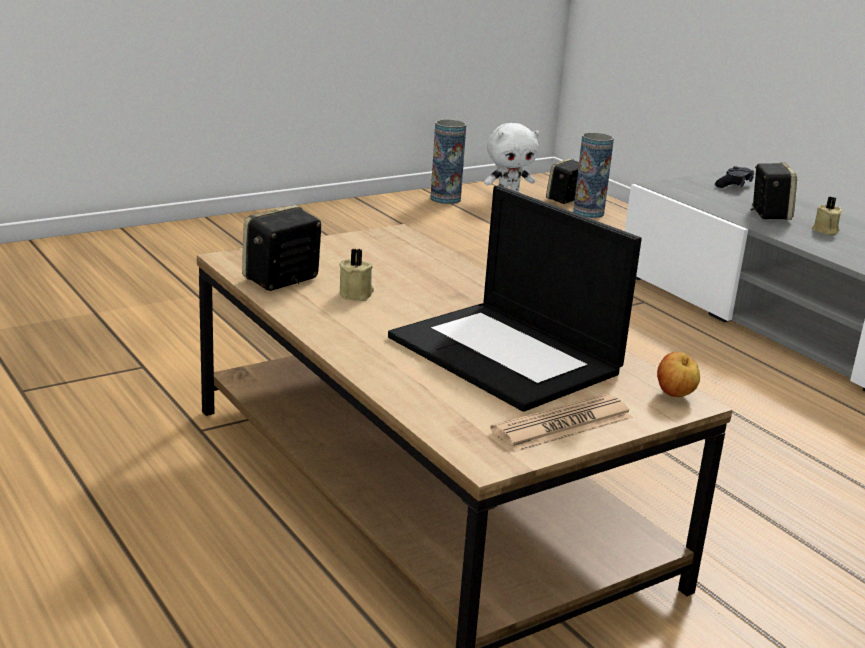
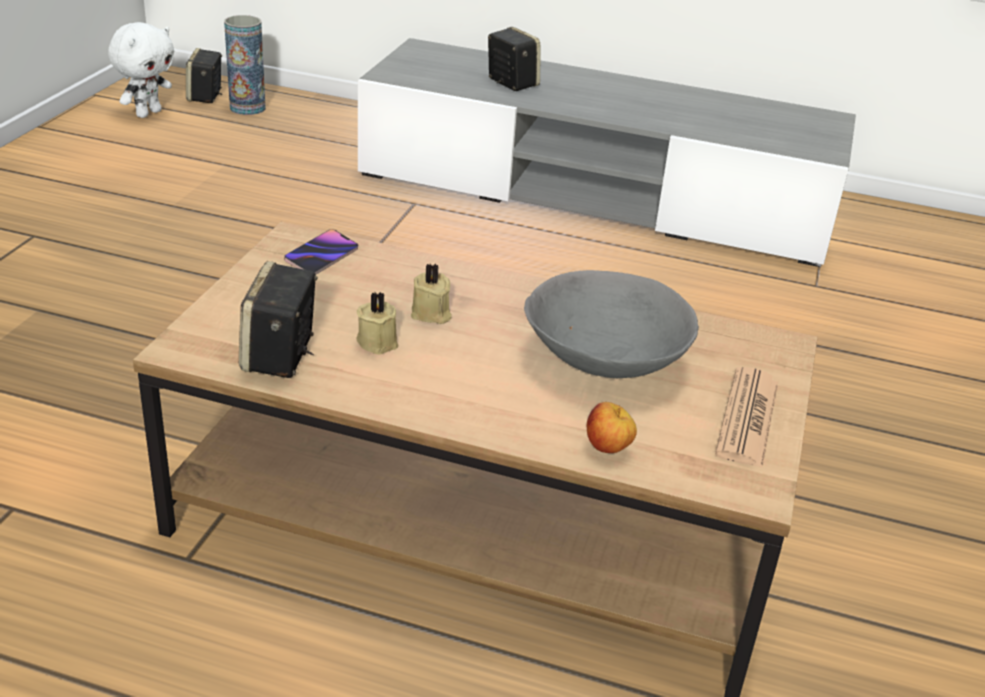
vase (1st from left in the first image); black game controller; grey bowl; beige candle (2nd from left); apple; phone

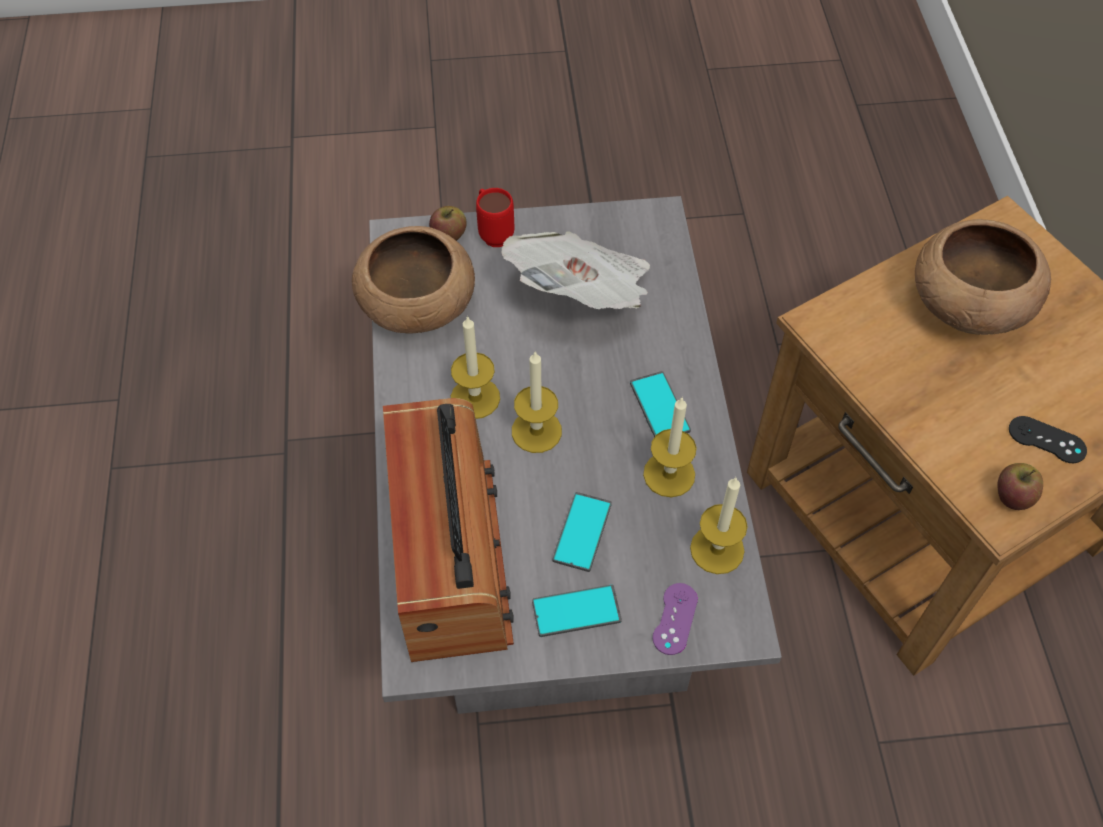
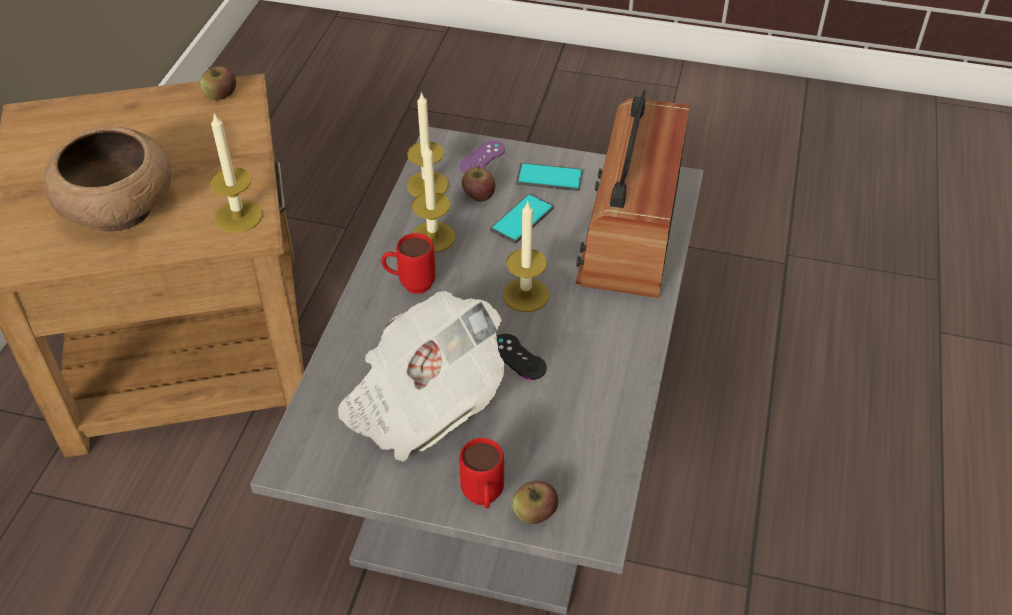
brown bowl (1st from left in the first image); candle (1st from left); red mug (1st from left); black game controller; apple (2nd from left)

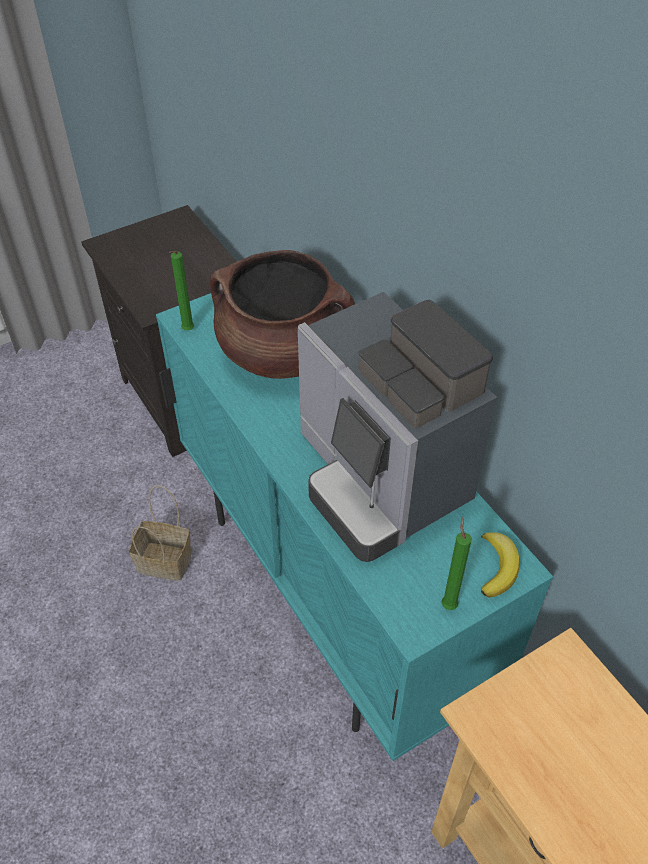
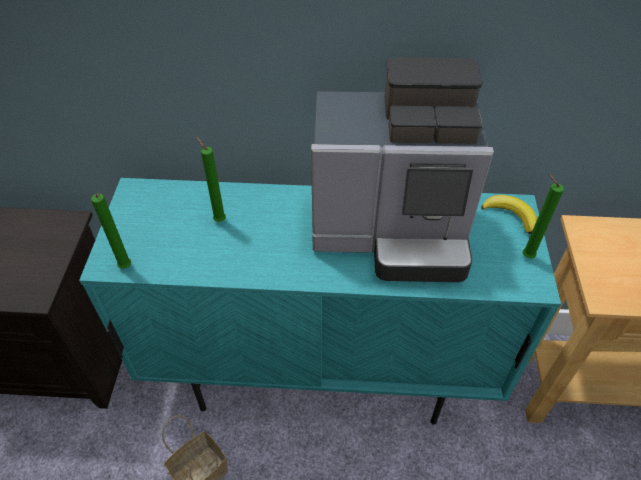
green candle (2nd from left)

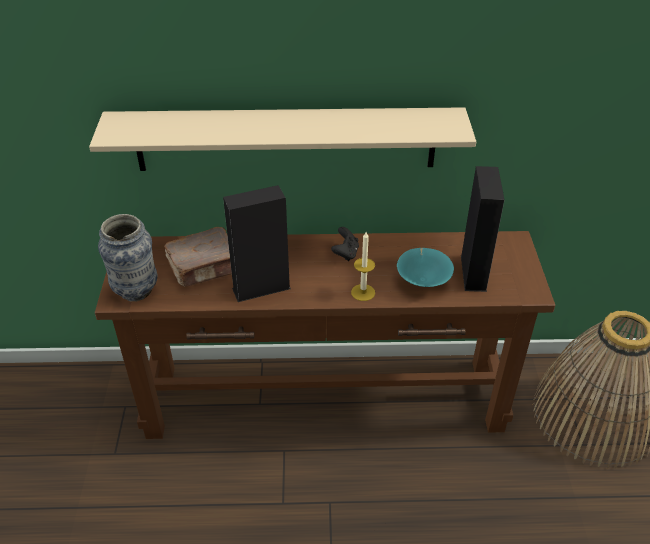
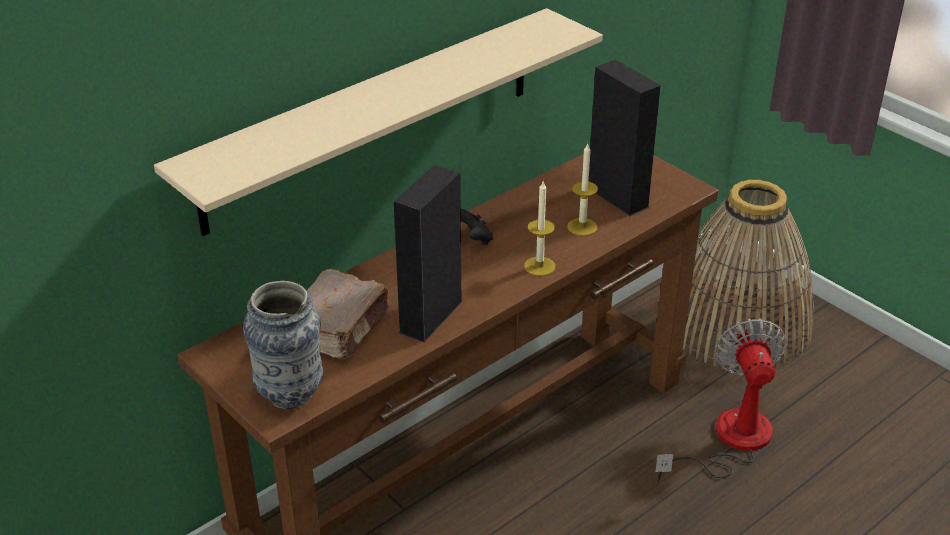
candle (2nd from left); fan

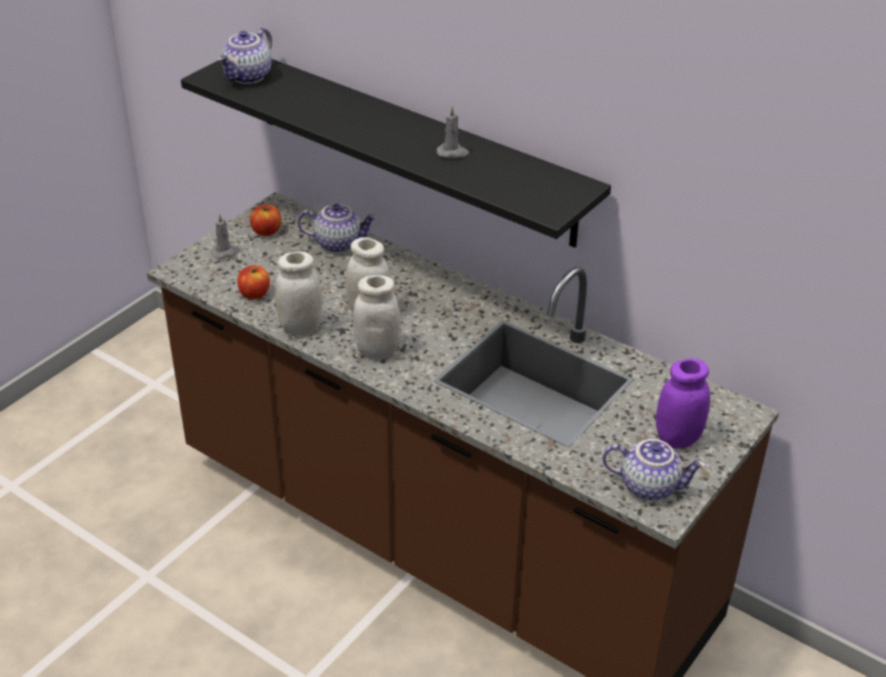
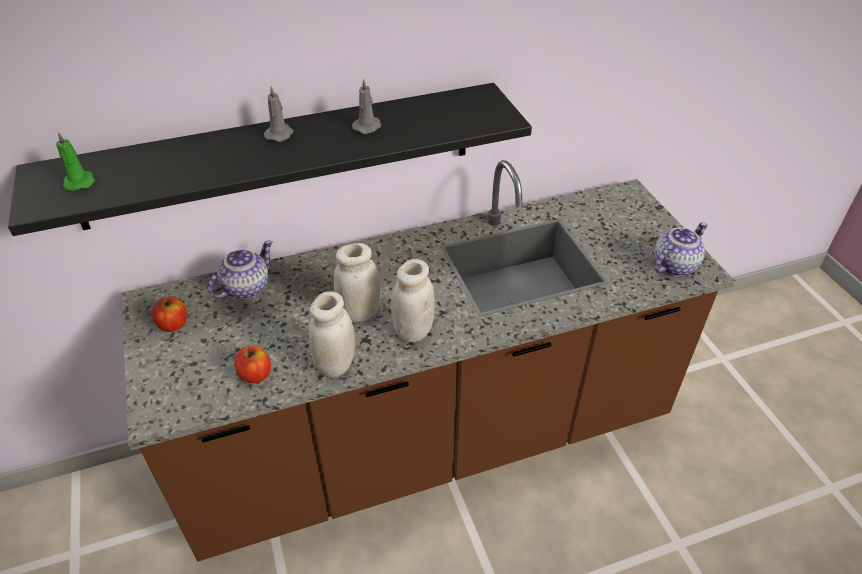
green candle; grey candle (1st from left); purple jar

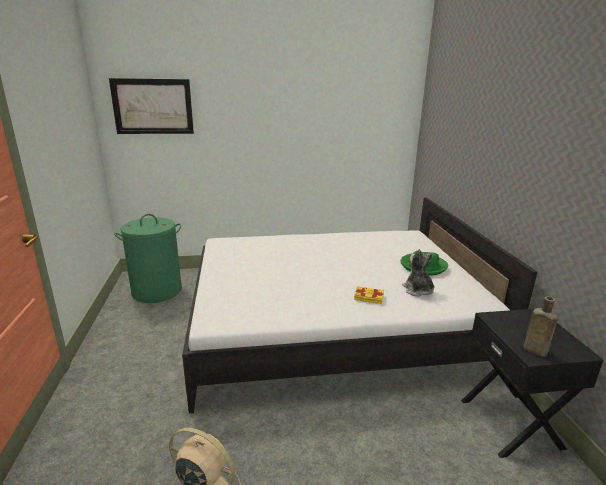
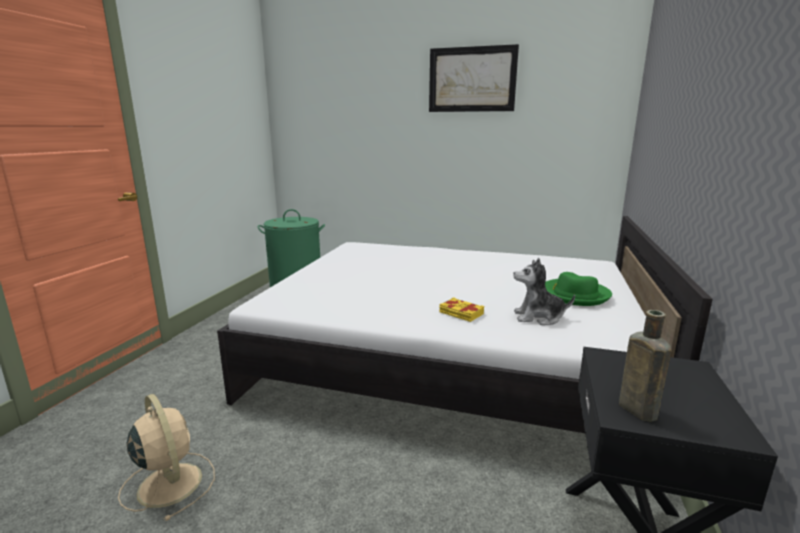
picture; plush toy

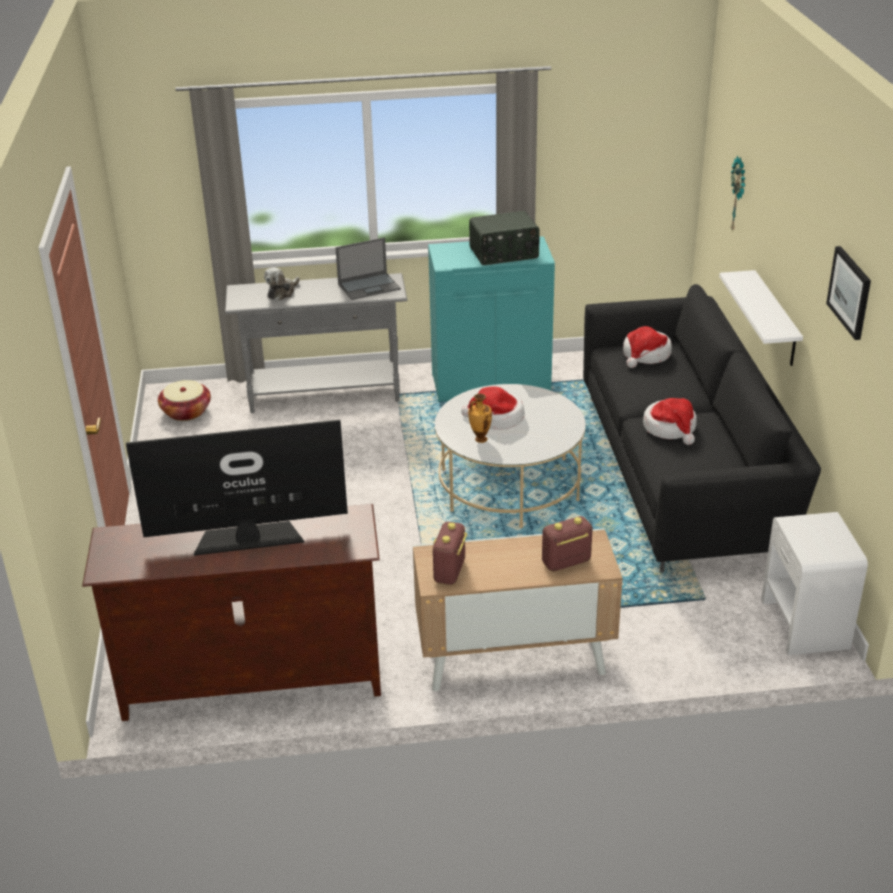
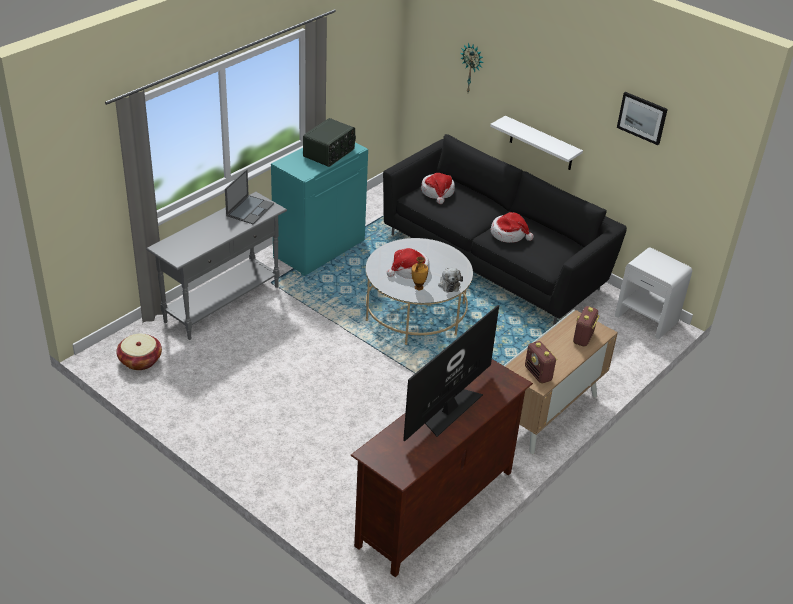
plush toy

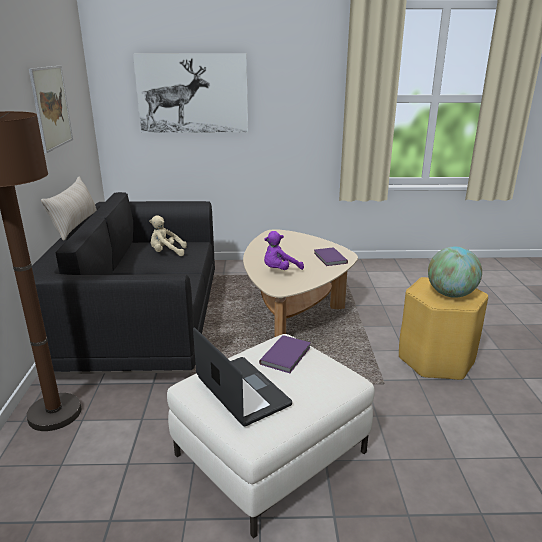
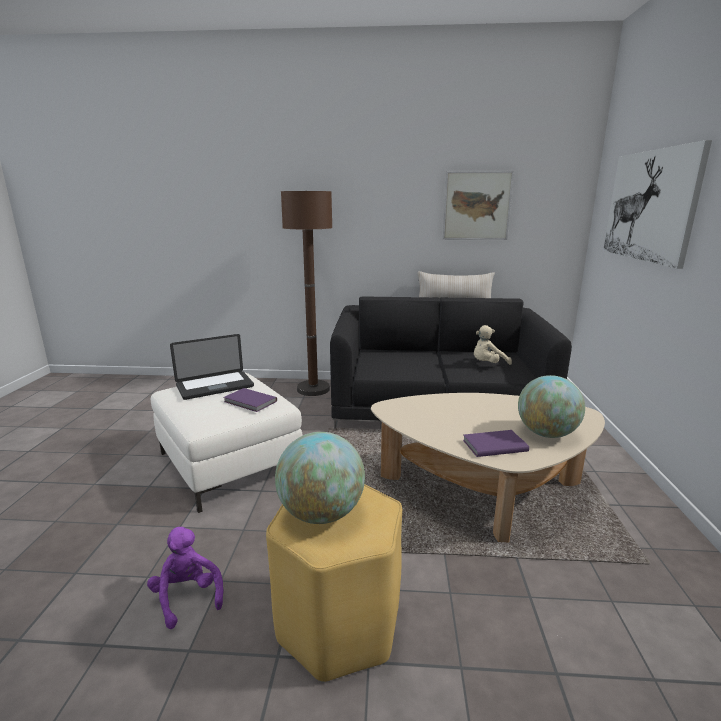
beige plush toy; purple plush toy; globe (2nd from left)

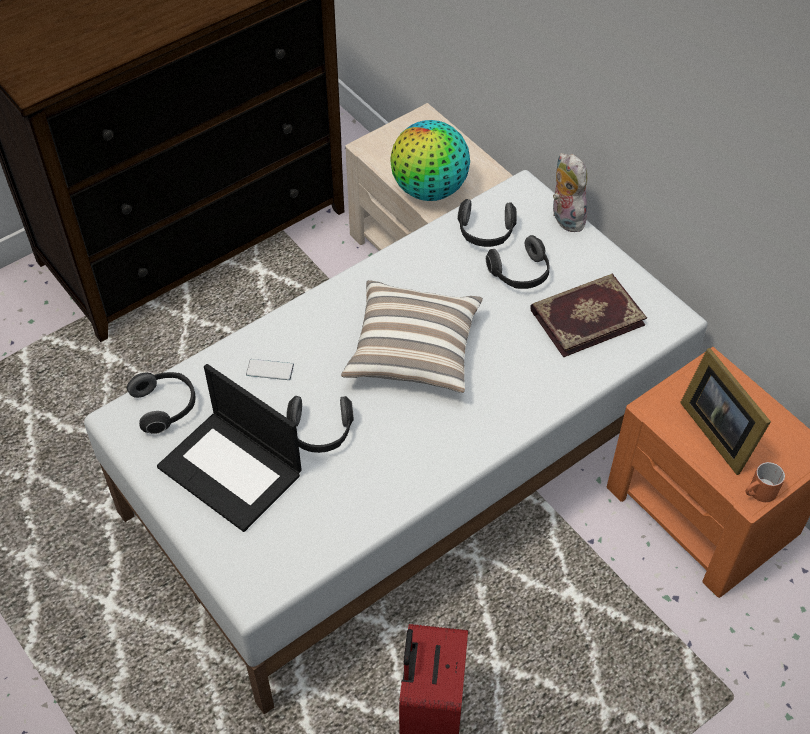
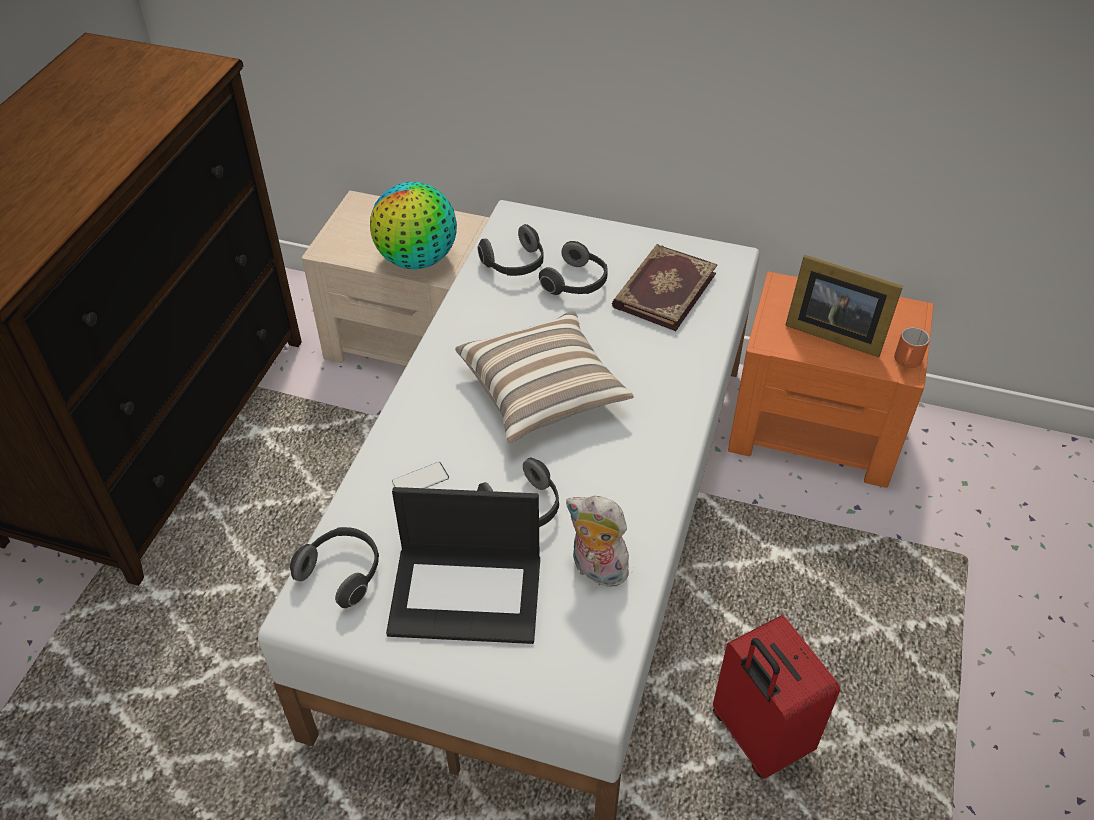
plush toy

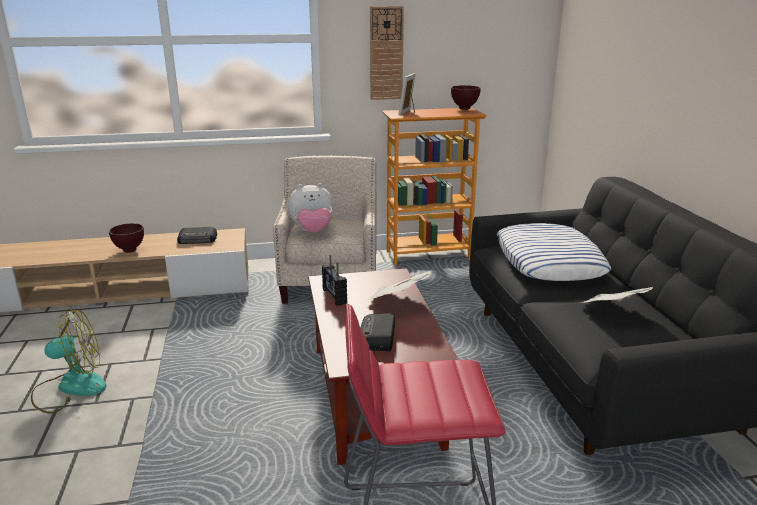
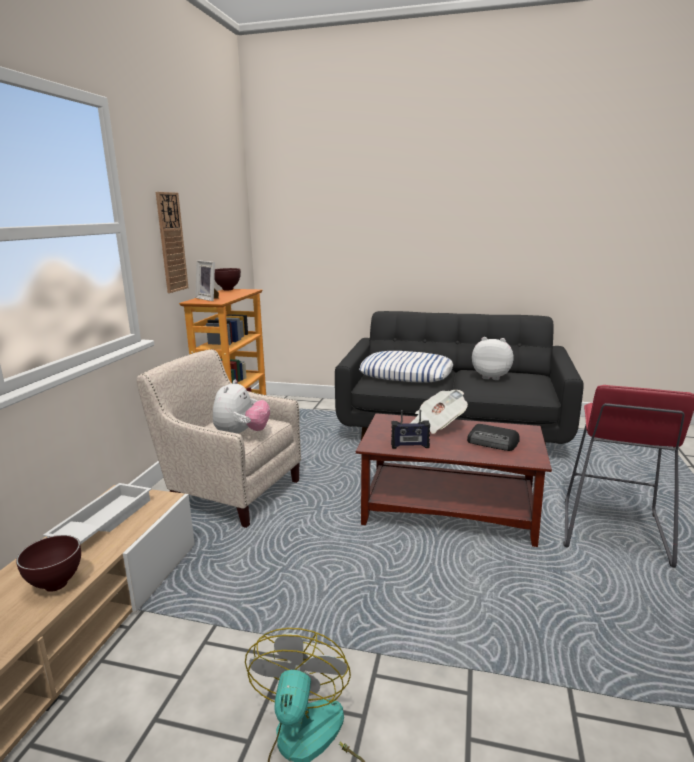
white tray; plush toy (2nd from left)

